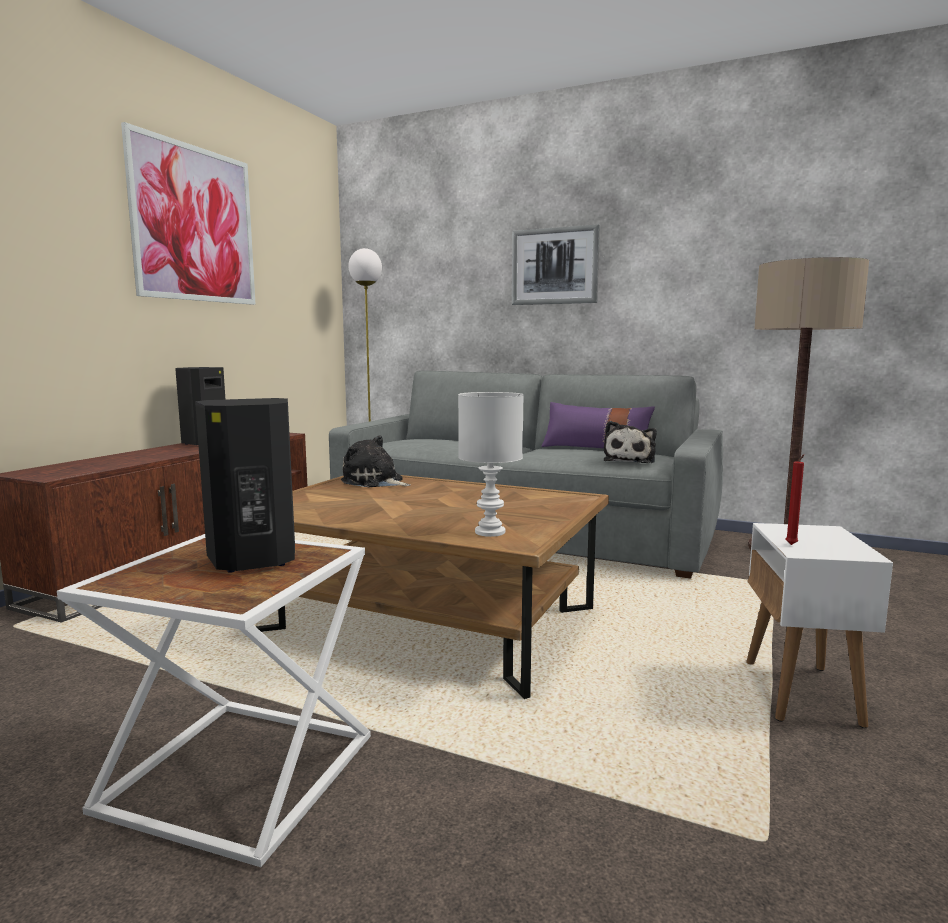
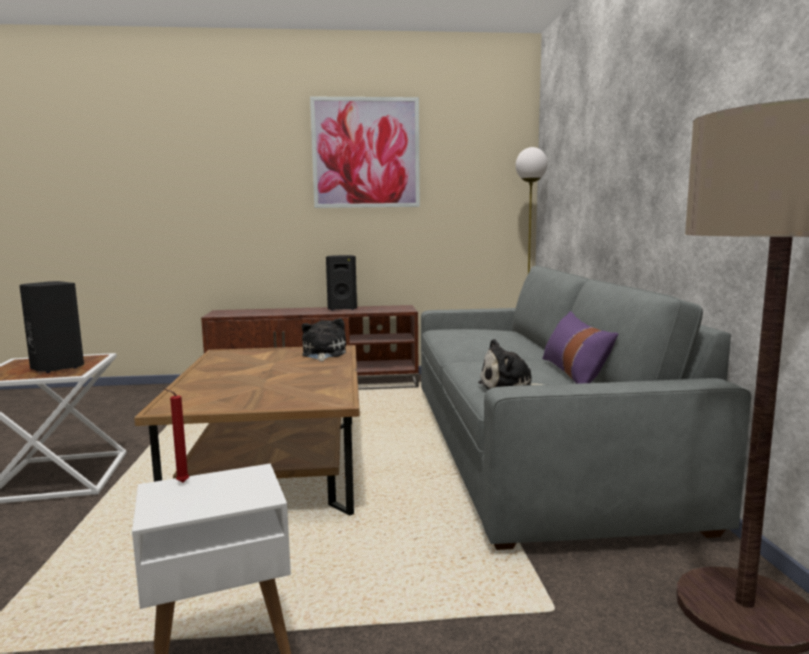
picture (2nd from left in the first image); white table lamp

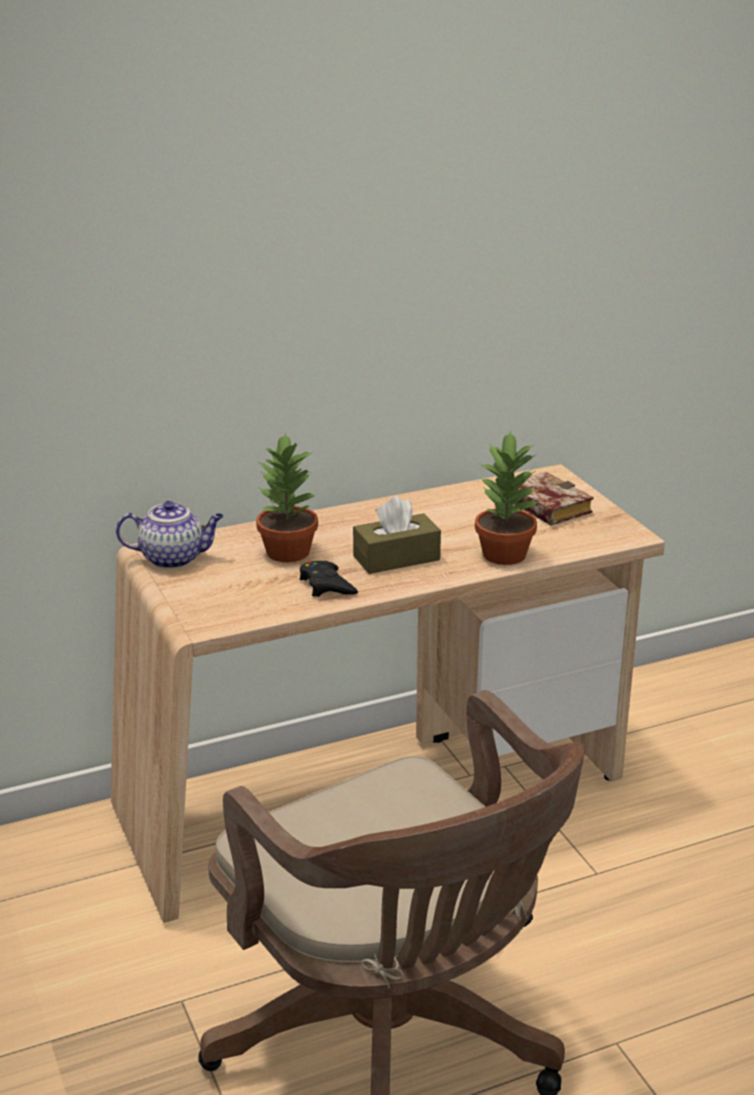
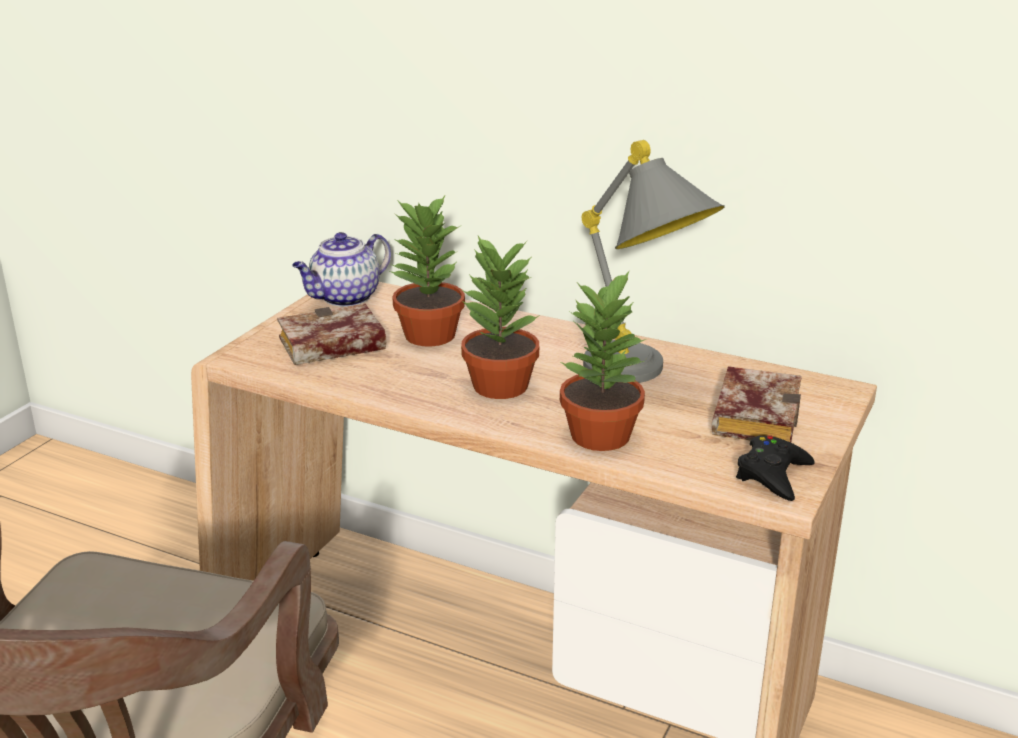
potted plant (2nd from left); teapot; black game controller; grey table lamp; book (1st from left)

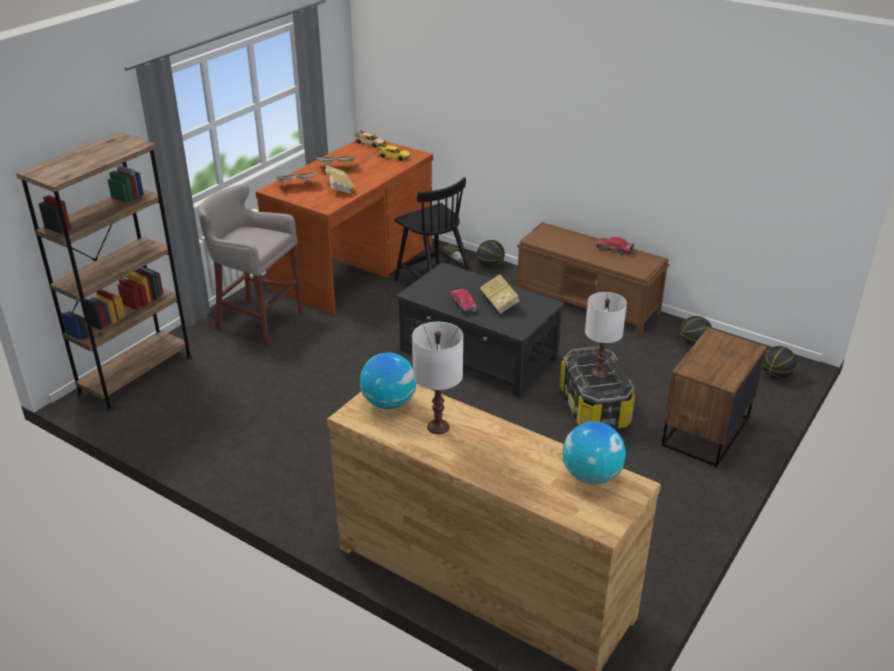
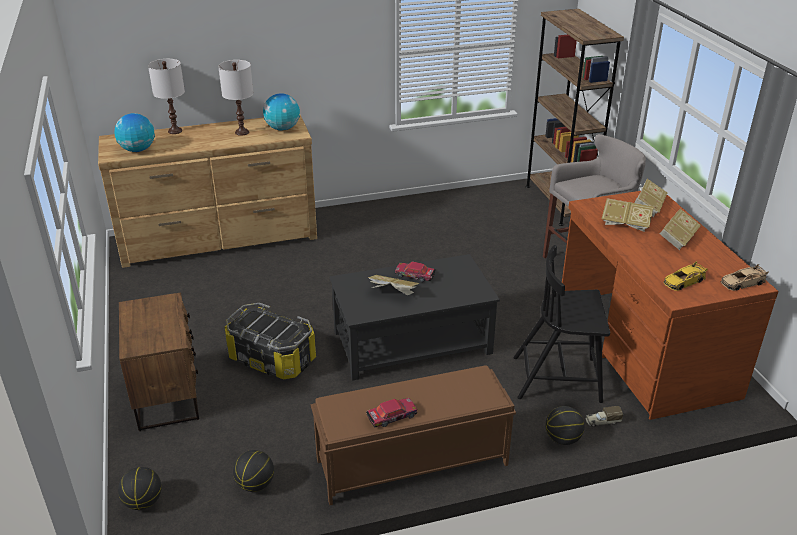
white table lamp (1st from left)

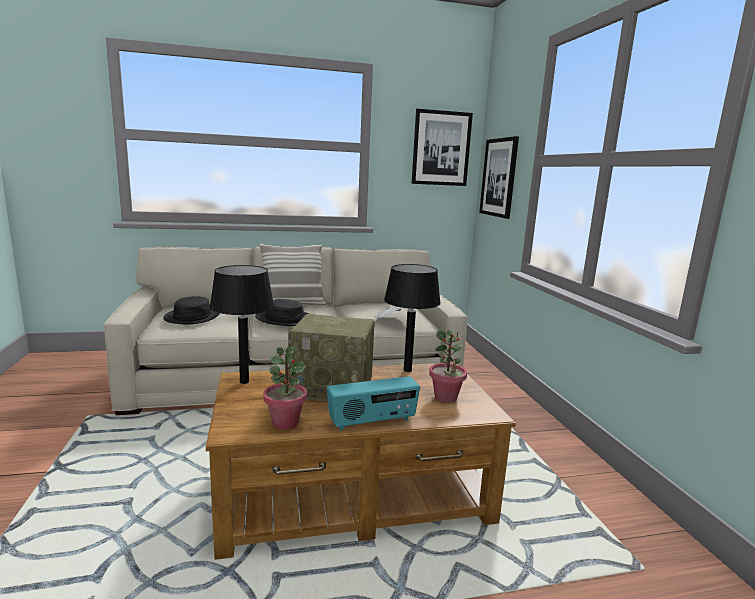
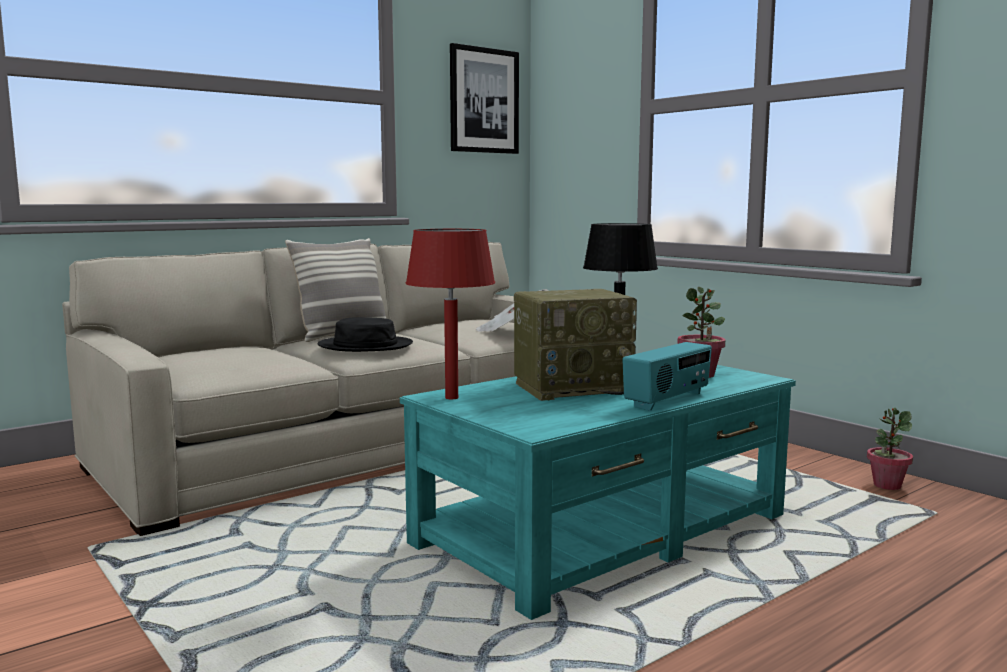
picture (2nd from left in the first image); red table lamp; black hat (1st from left in the first image); potted plant (2nd from left); turquoise coffee table

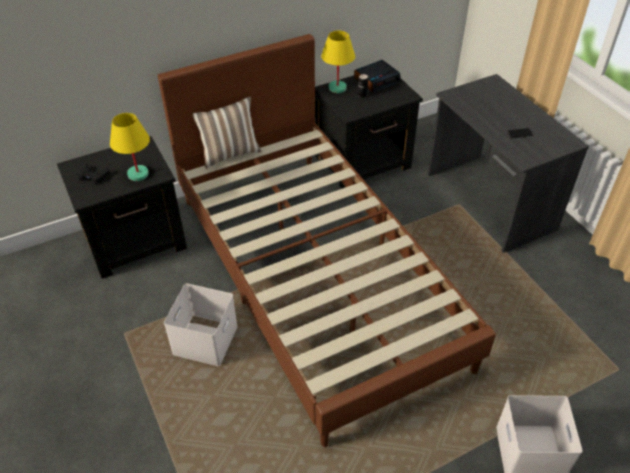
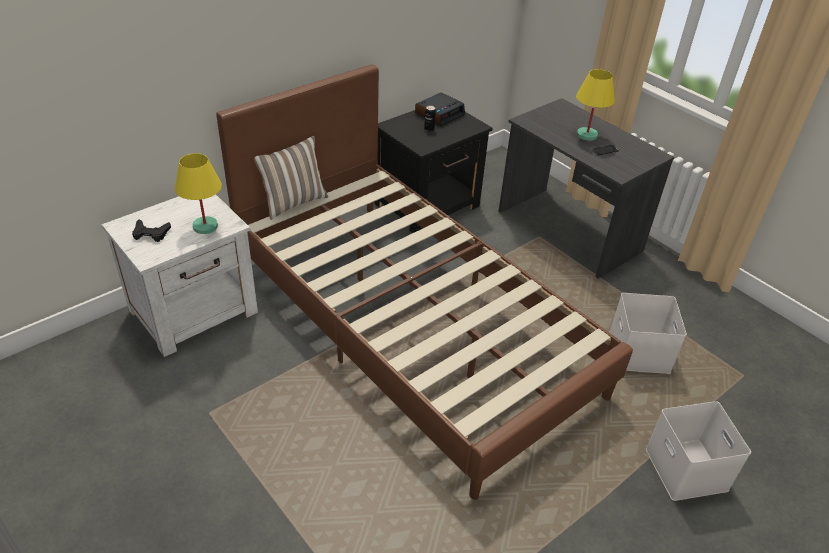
yellow table lamp (2nd from left); white nightstand; white storage box (1st from left)

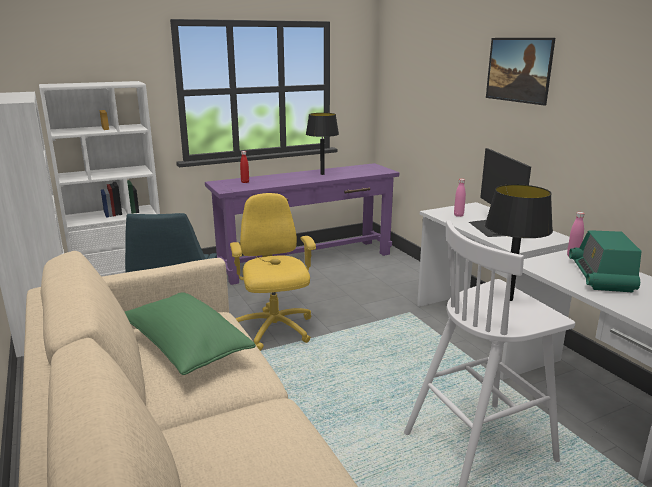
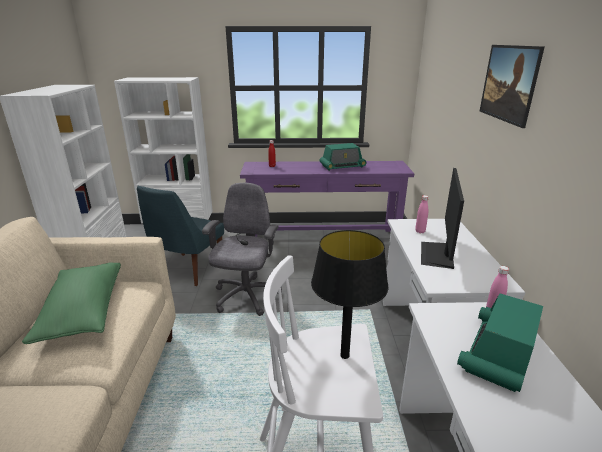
radio (1st from left); grey office chair

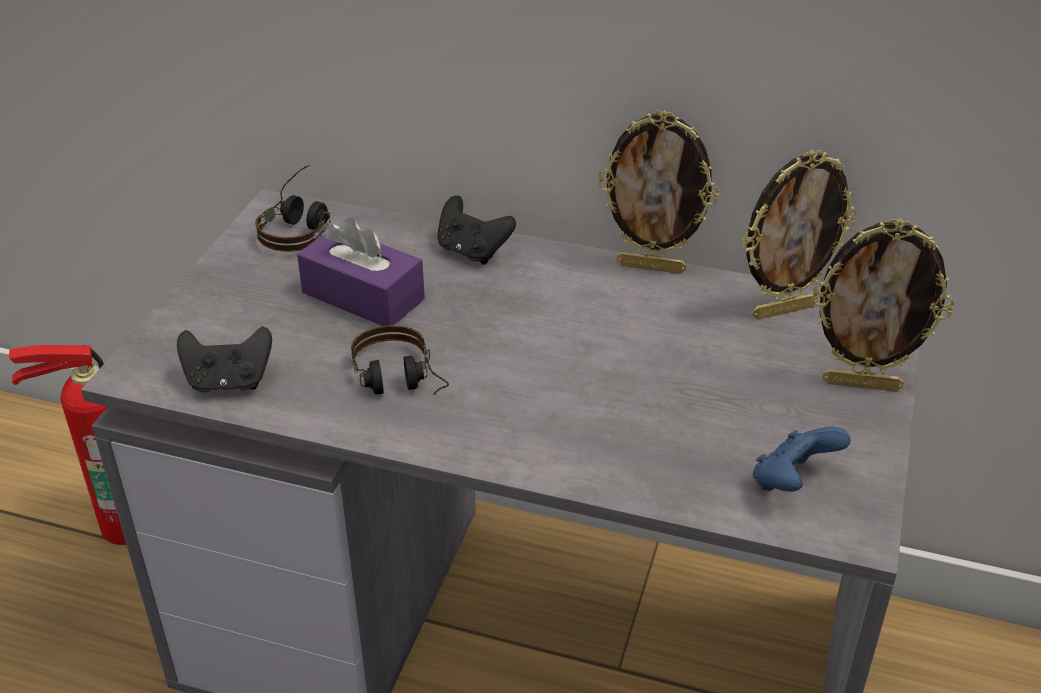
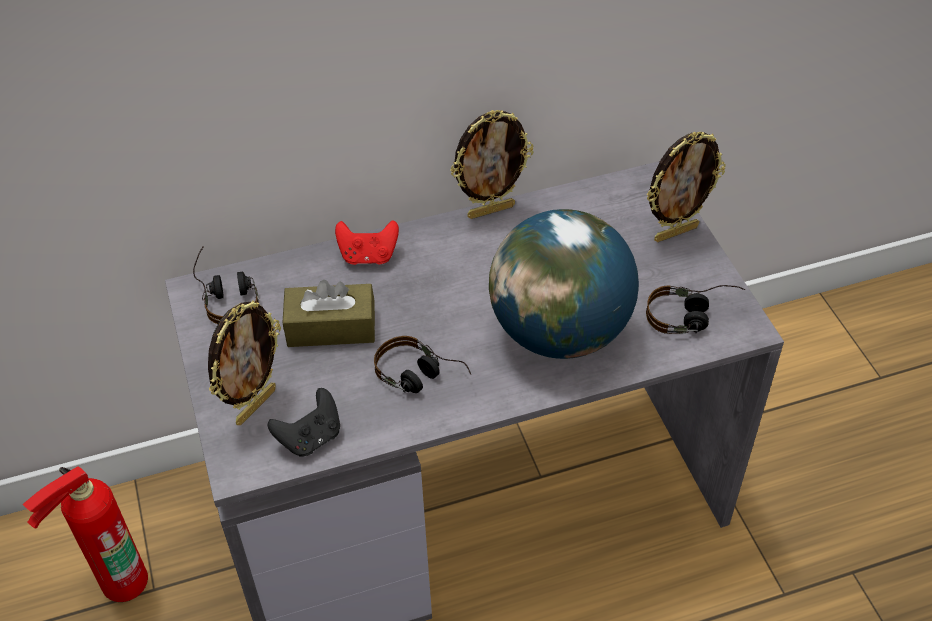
picture frame (1st from left); red game controller; brown tissue box; headphones (3rd from left); globe

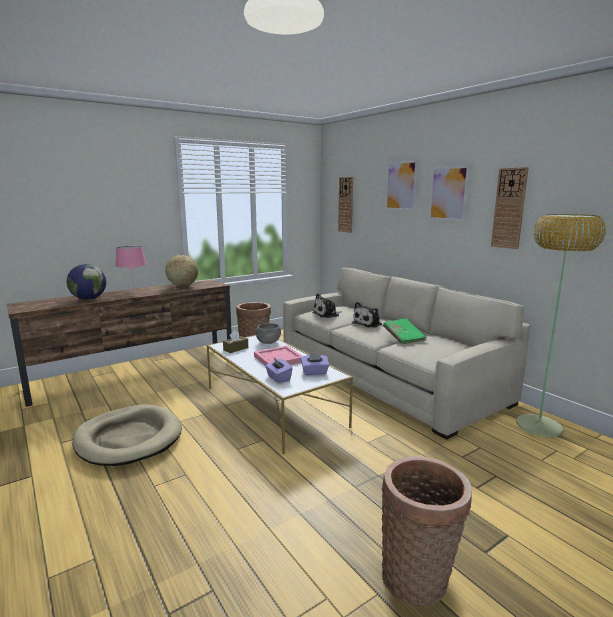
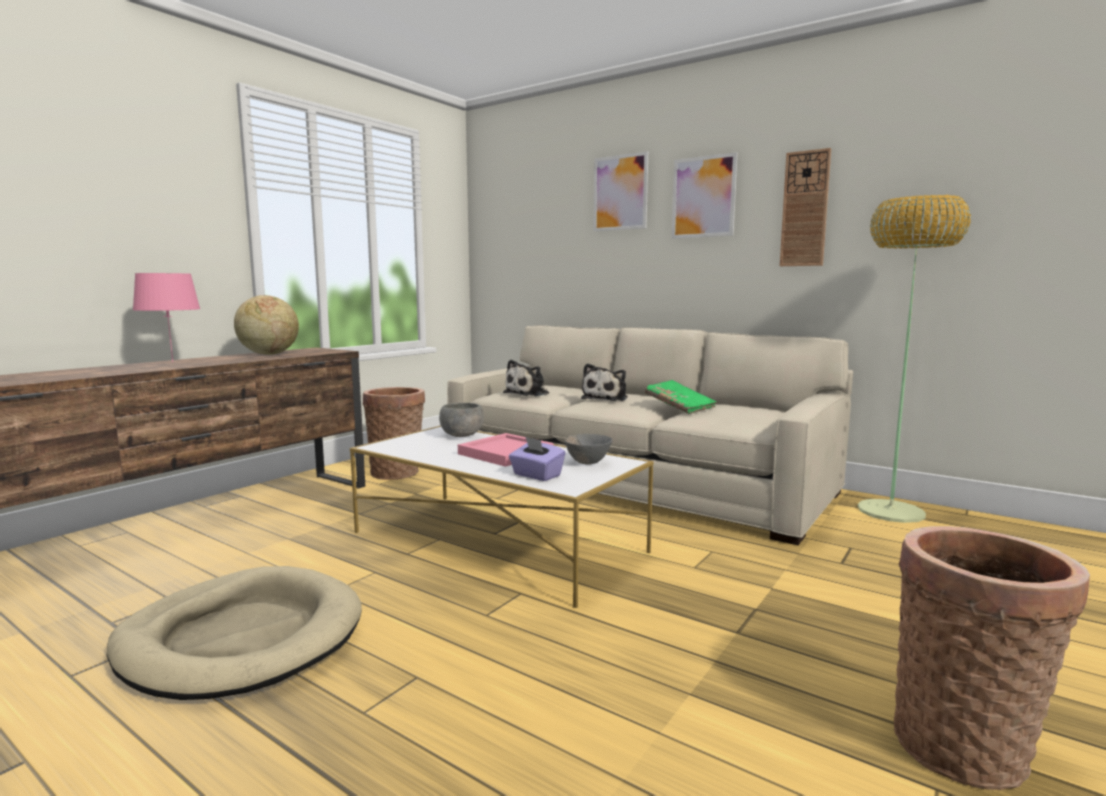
wall clock (1st from left in the first image); globe (1st from left in the first image); brown tissue box; grey bowl (2nd from left)

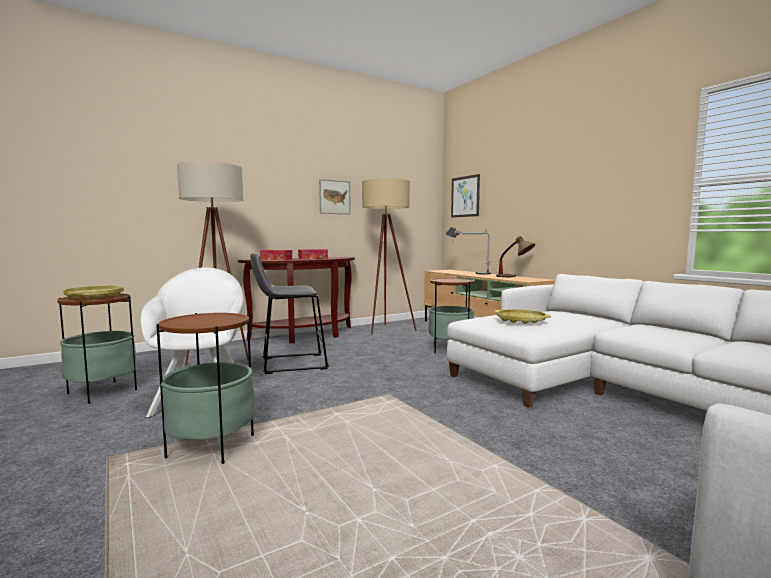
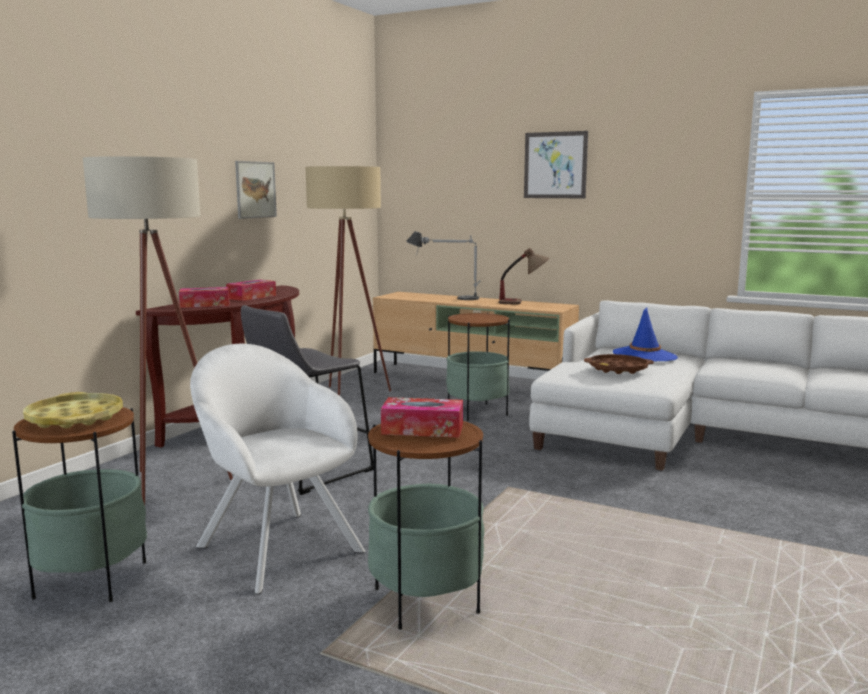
picture (2nd from left); brown tray; blue hat; tissue box (3rd from left)

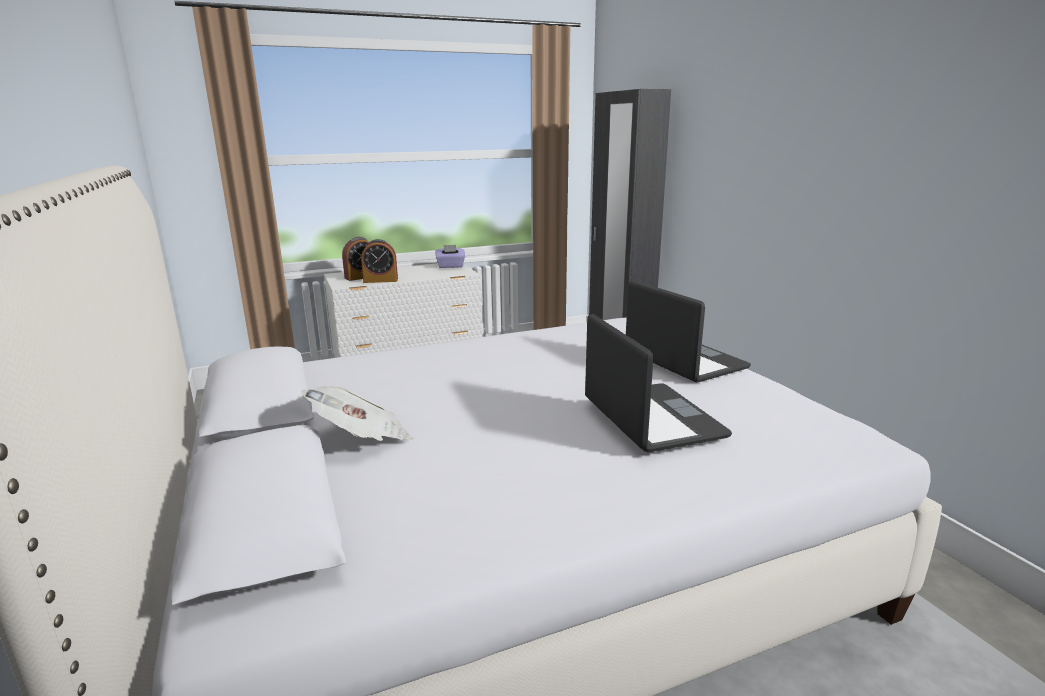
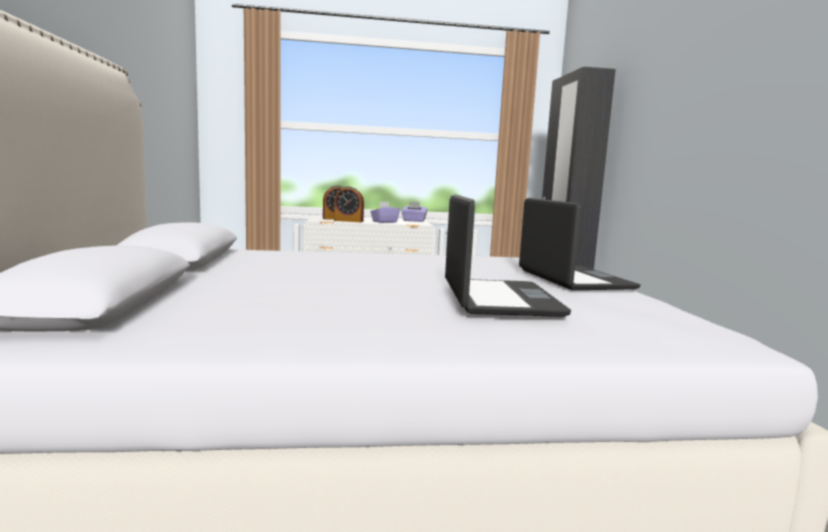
newspaper; purple tissue box (1st from left)

